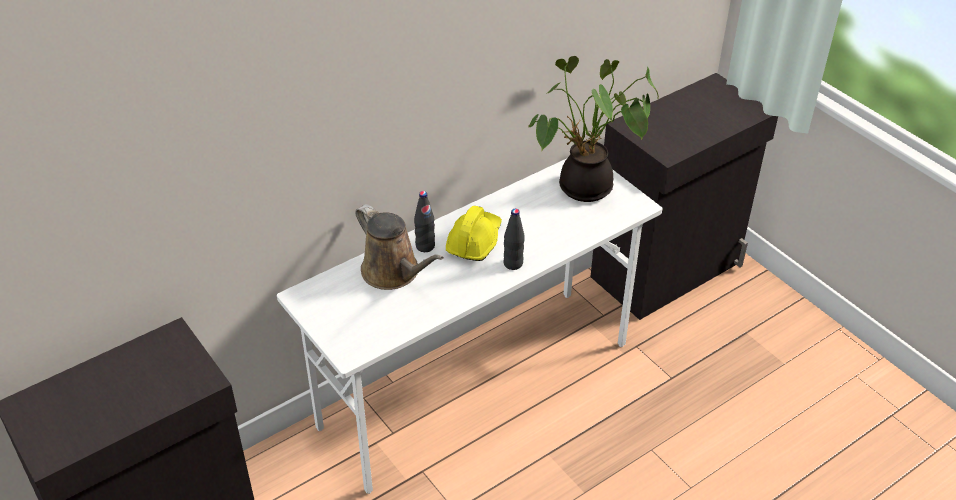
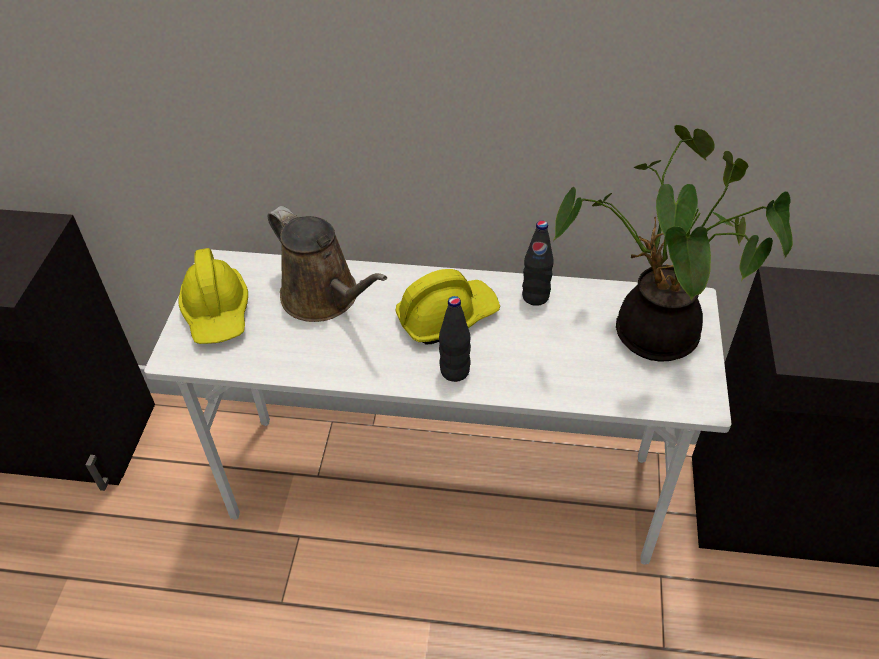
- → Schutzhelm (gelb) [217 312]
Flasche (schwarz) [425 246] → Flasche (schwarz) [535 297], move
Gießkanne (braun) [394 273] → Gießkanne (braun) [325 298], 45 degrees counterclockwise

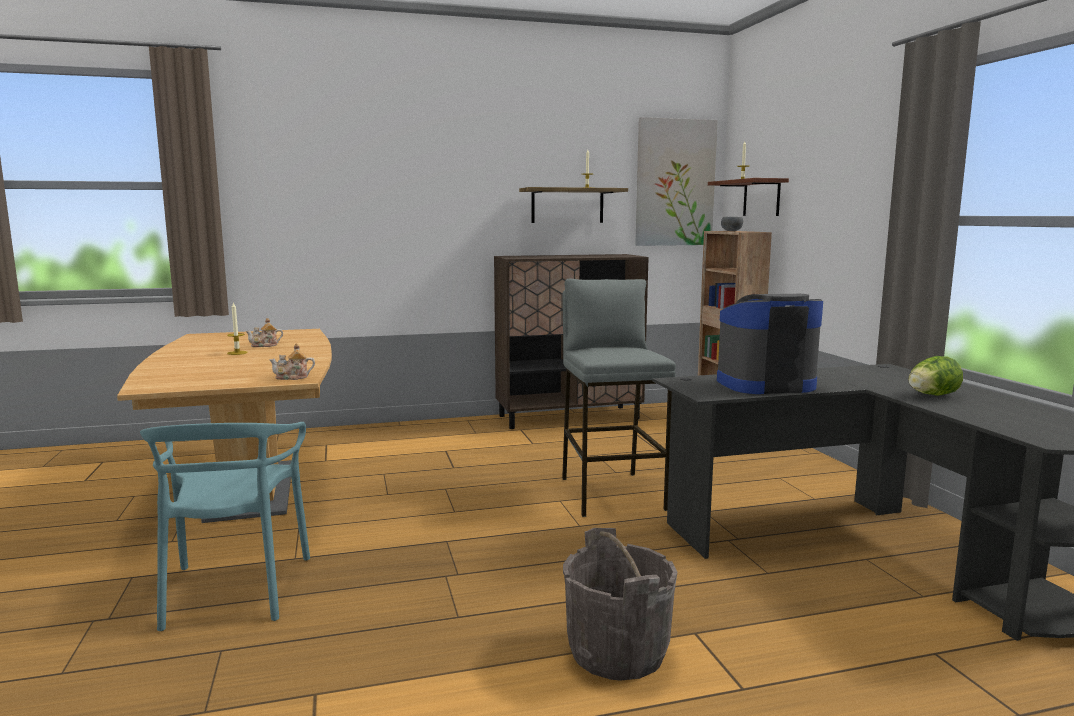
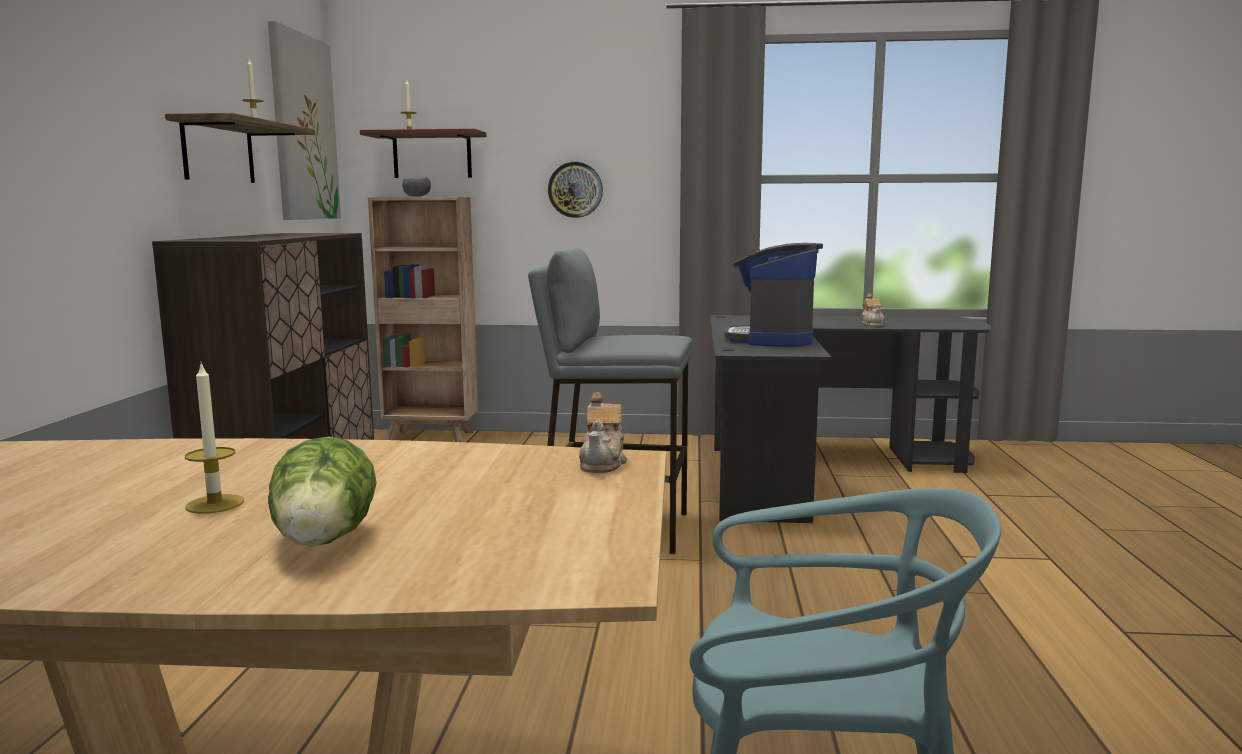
Eimer (grau) [618 652] → -
- → Wanduhr [575 190]
Teekanne [265 345] → Teekanne [872 324], move
Salatkopf [931 395] → Salatkopf [324 543], move

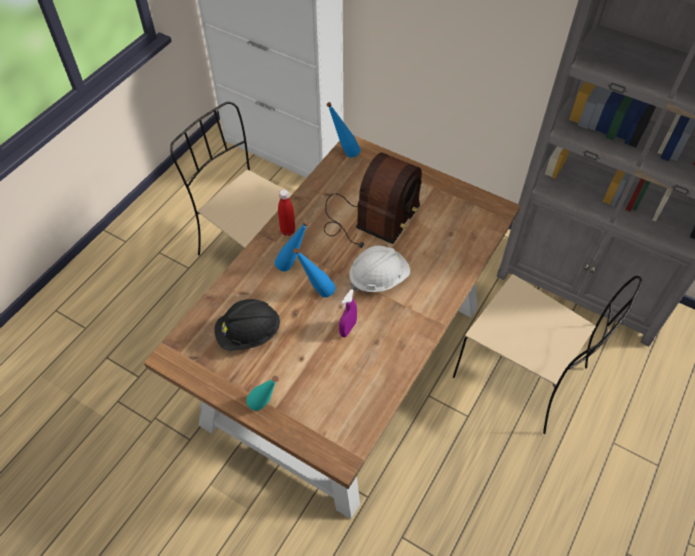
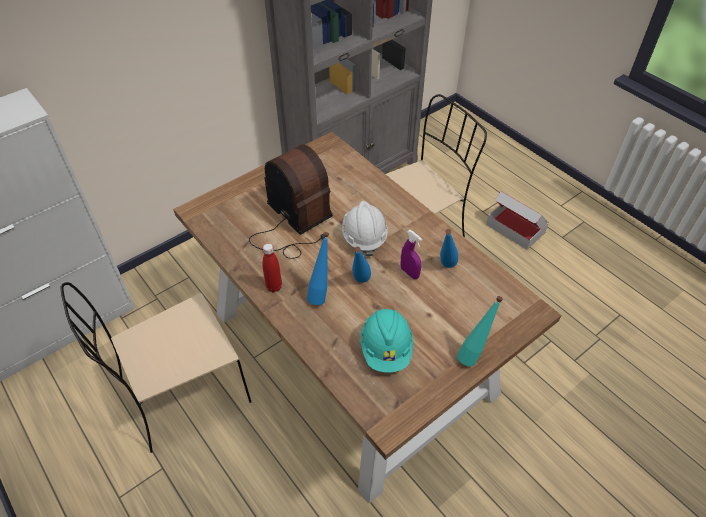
- → Karton [515 228]
Flasche (blau) [344 153] → Flasche (blau) [445 269], move
Schutzhelm (schwarz) [248 334] → Schutzhelm (türkis) [386 349]

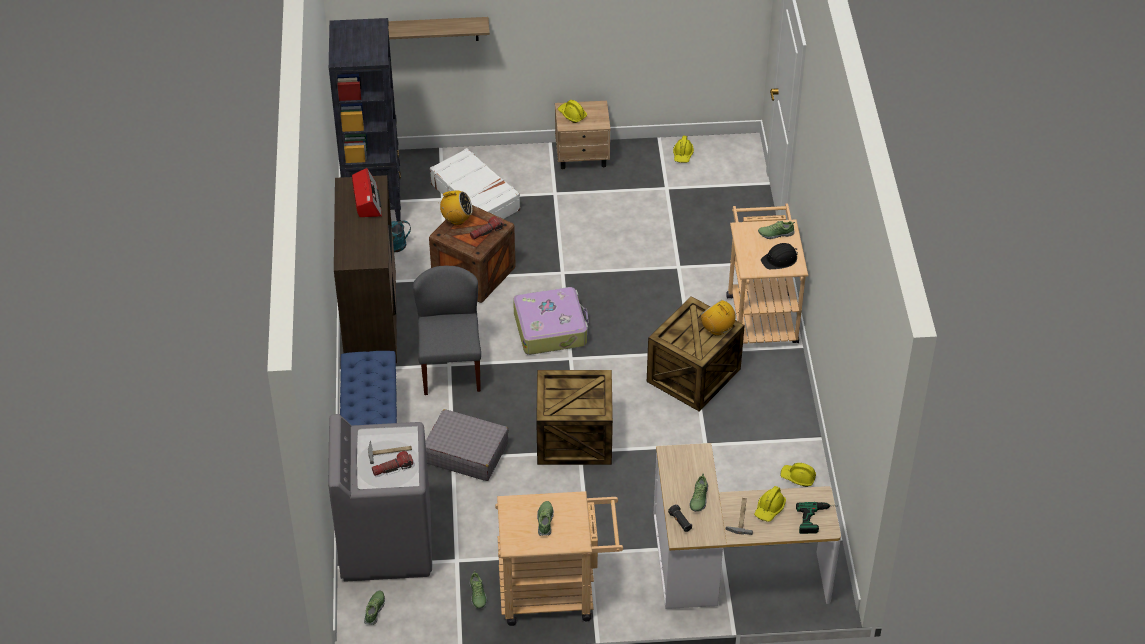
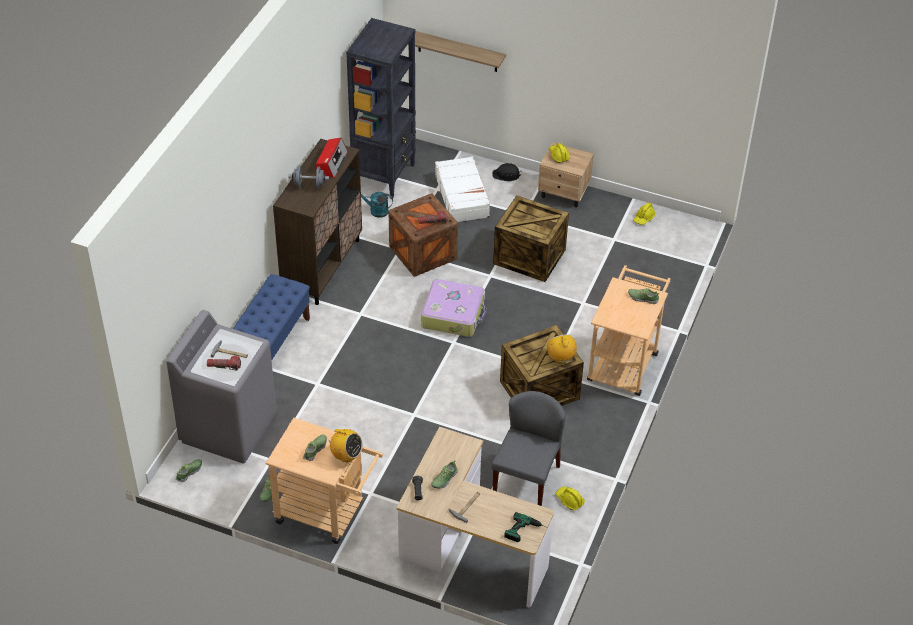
Koffer (grau) [465 453] → -
Schutzhelm (gelb) [769 508] → -
- → Hantel (grau) [309 185]
Stuhl (grau) [450 368] → Stuhl (grau) [526 480], move
Radio [456 219] → Radio [346 456], move
Kiste [574 440] → Kiste [528 257], move
Schutzhelm (schwarz) [780 259] → Schutzhelm (schwarz) [506 175], move

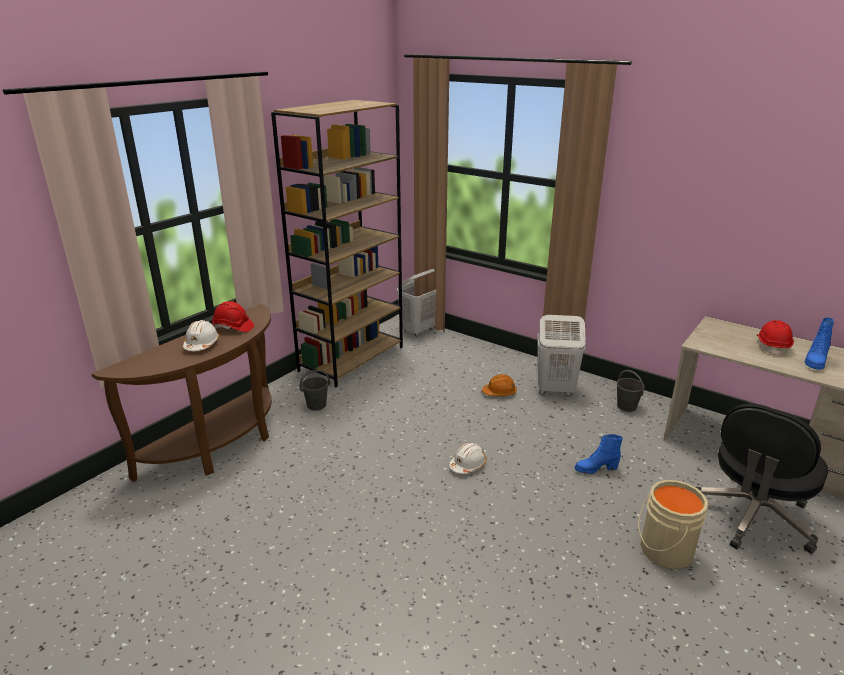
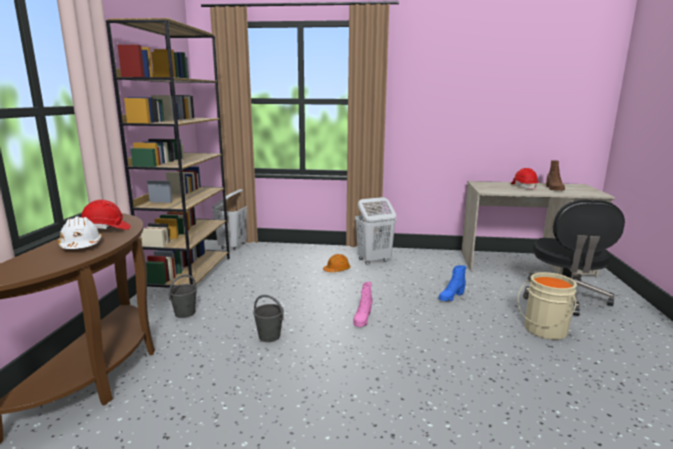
Eimer (grau) [627 406] → Eimer (grau) [269 336], move
Schutzhelm (weiß) [468 465] → Stiefel (rosa) [362 319]
Stiefel (blau) [814 361] → Stiefel (braun) [554 189]

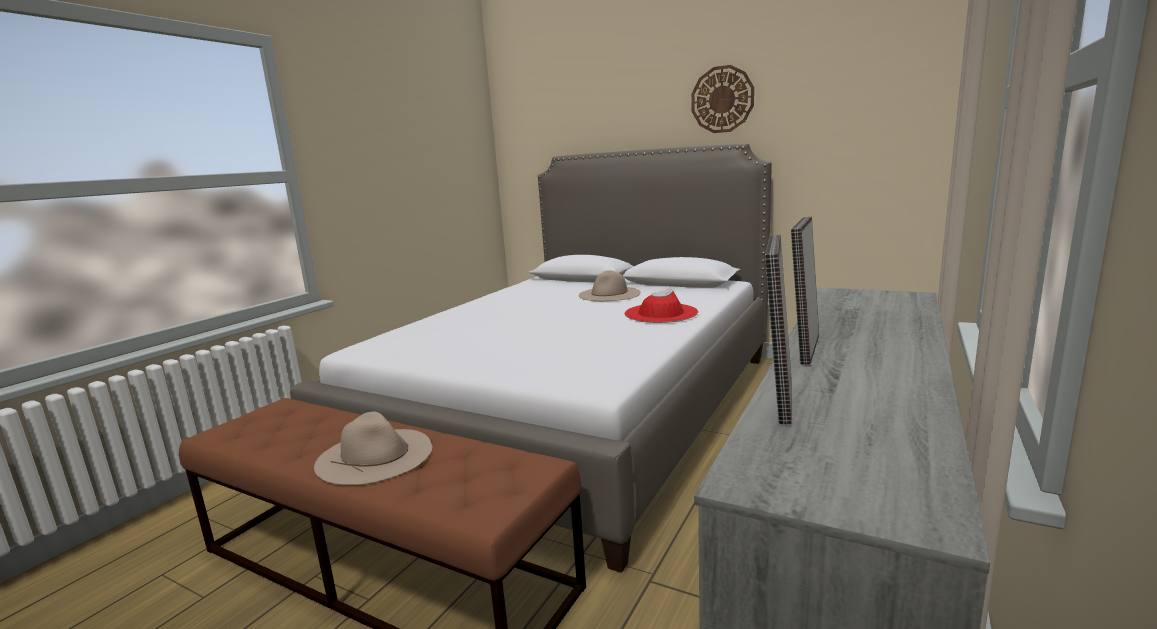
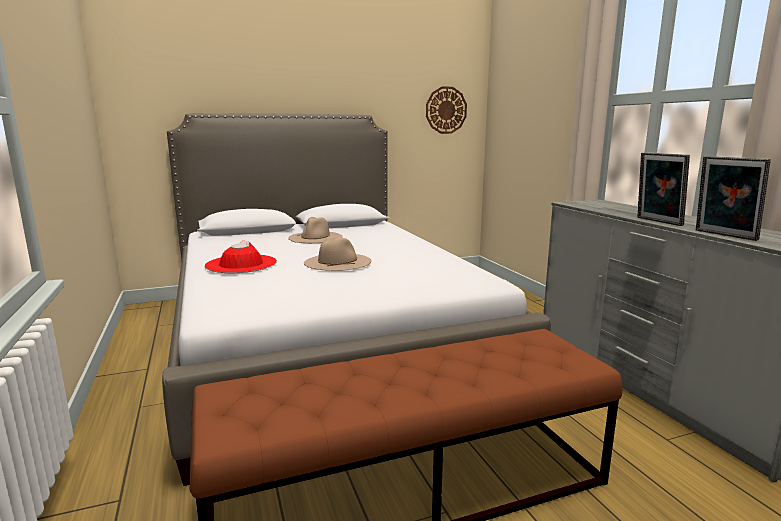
Hut (beige) [375 455] → Hut (beige) [337 262], move
Hut (rot) [660 313] → Hut (rot) [241 264], move
Wanduhr [722 99] → Wanduhr [446 110], move

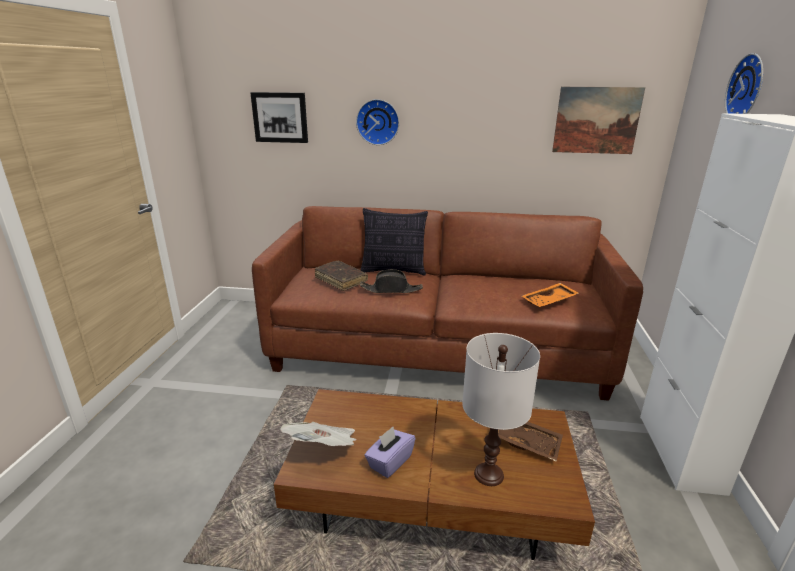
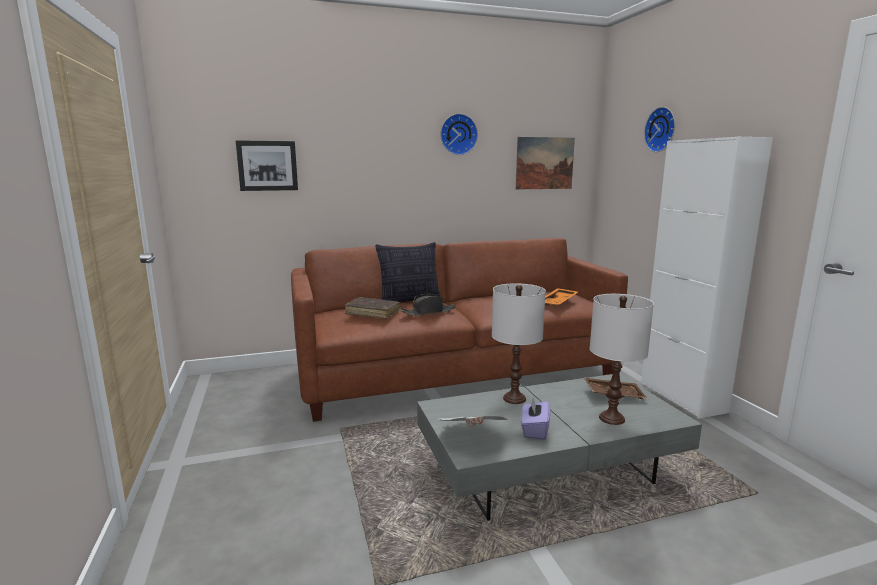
- → Tischlampe (weiß) [514 398]
Wanduhr [378 122] → Wanduhr [458 134], move
Couchtisch (braun) [431 499] → Couchtisch (grau) [549 471]

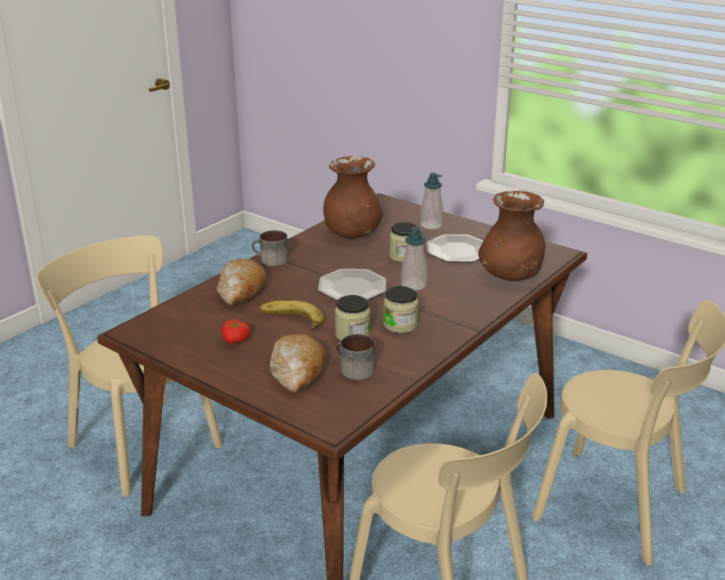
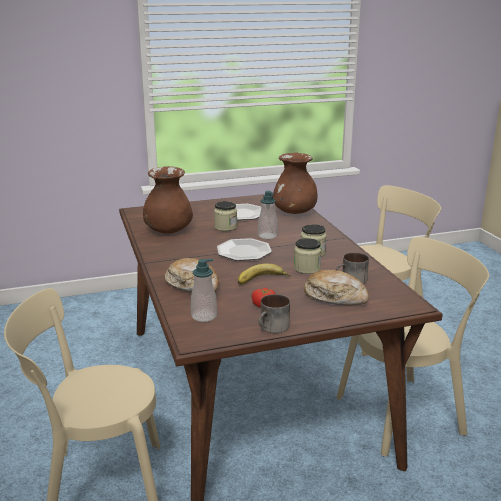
Henkelbecher [270 260] → Henkelbecher [273 328], move
Seifenspender [431 225] → Seifenspender [204 316], move

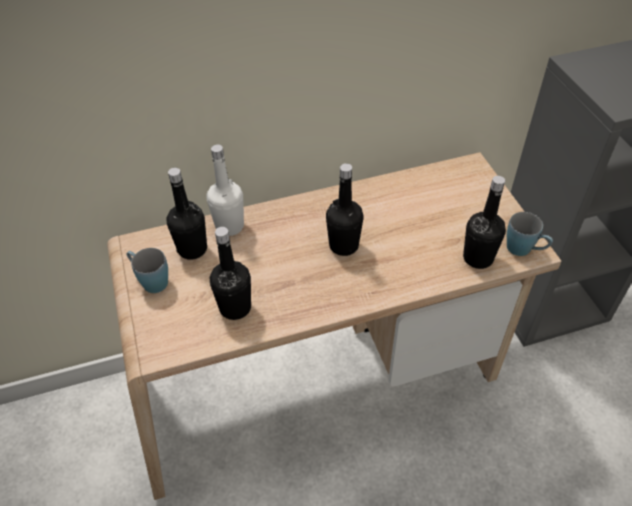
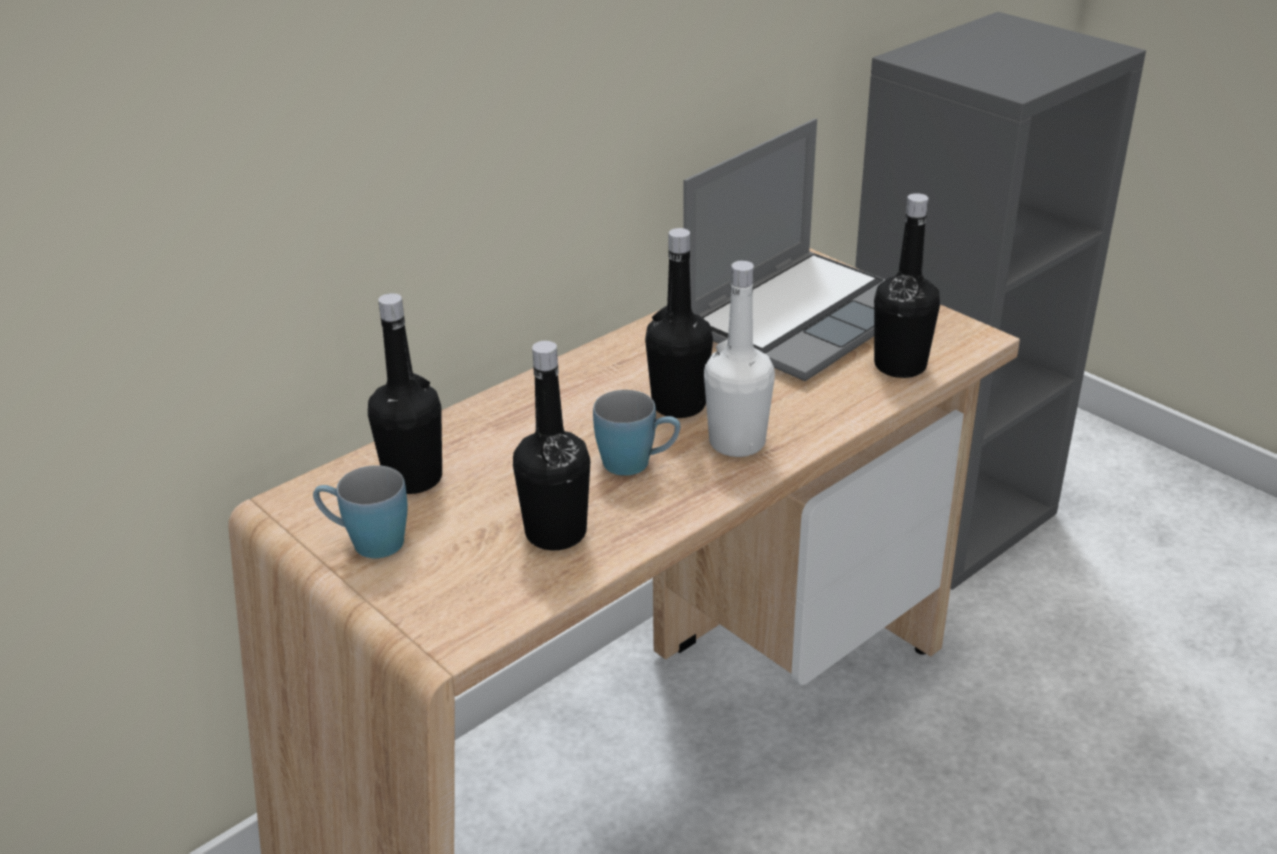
- → Laptop [802 317]
Flasche (weiß) [229 226] → Flasche (weiß) [737 442], move
Henkelbecher (blau) [524 250] → Henkelbecher (blau) [637 463], move

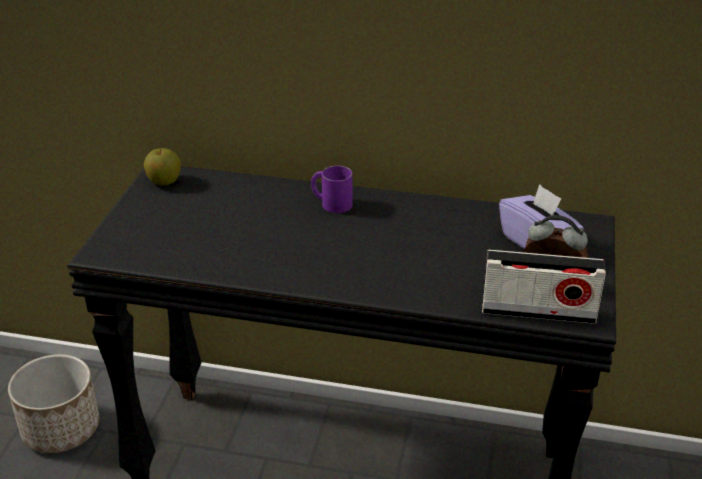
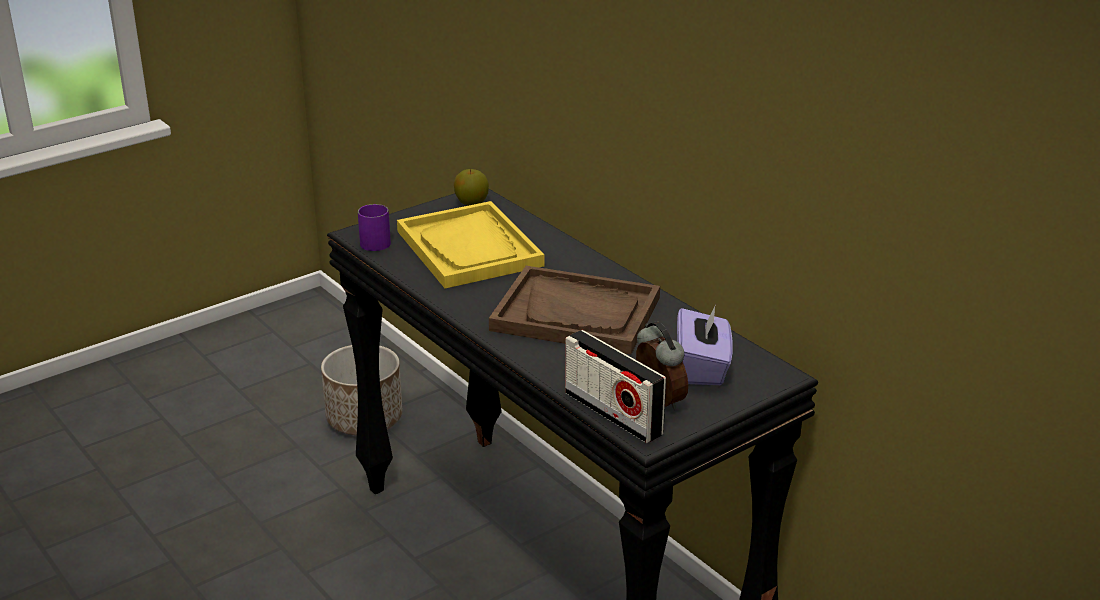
- → Tablett (gelb) [469 248]
- → Tablett (braun) [576 314]
Henkelbecher (lila) [331 203] → Henkelbecher (lila) [373 241], move

